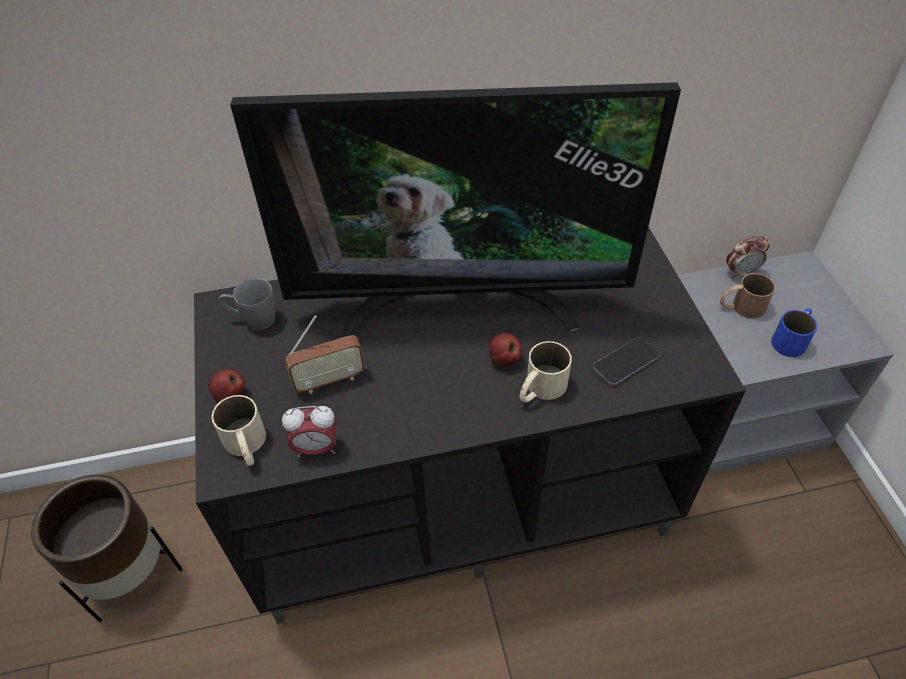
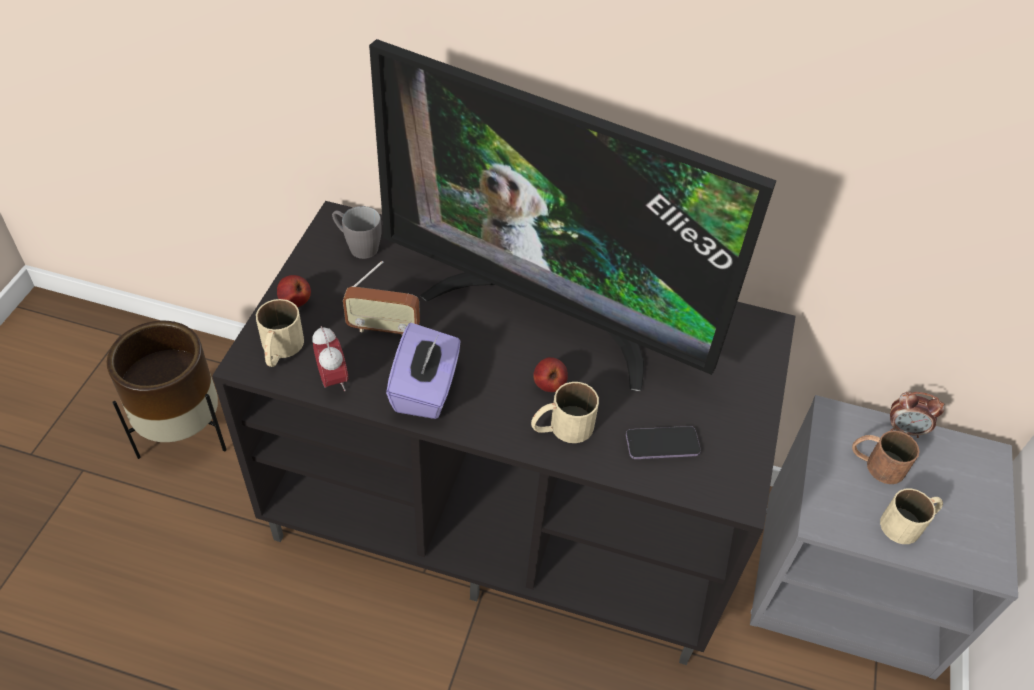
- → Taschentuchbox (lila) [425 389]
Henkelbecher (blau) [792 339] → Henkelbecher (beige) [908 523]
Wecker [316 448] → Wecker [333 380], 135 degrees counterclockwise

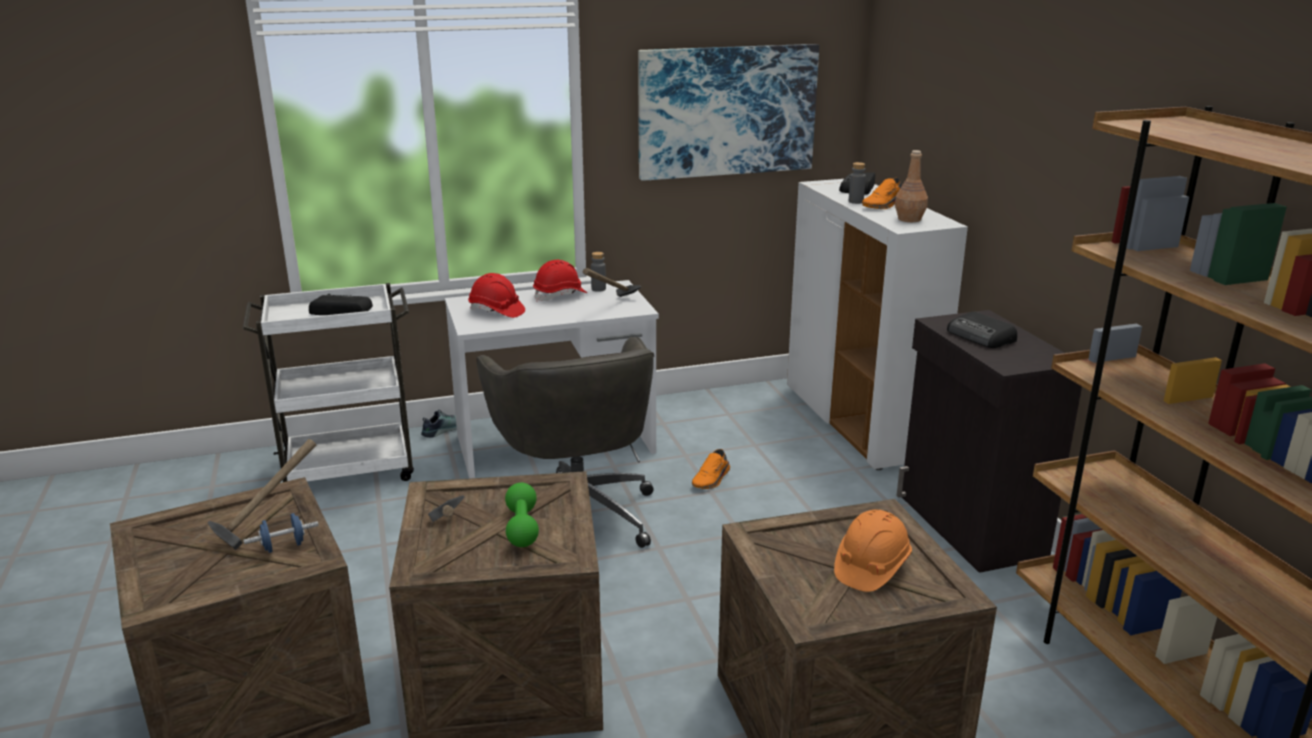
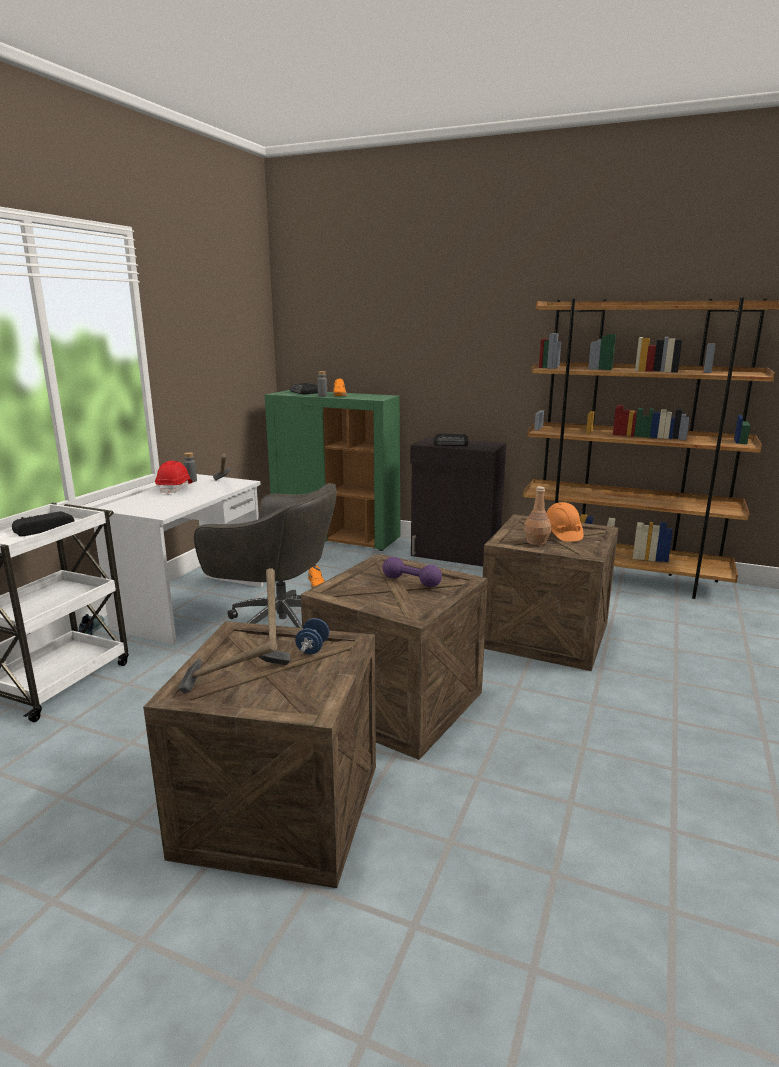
Schutzhelm (rot) [496 311] → -
Bild [727 111] → -
Hammer [451 541] → Hammer [227 696], move
Flasche (braun) [909 219] → Flasche (braun) [536 542], move
Hantel (grün) [522 527] → Hantel (lila) [411 582]
Schrank (weiß) [858 423] → Schrank (grün) [337 537]

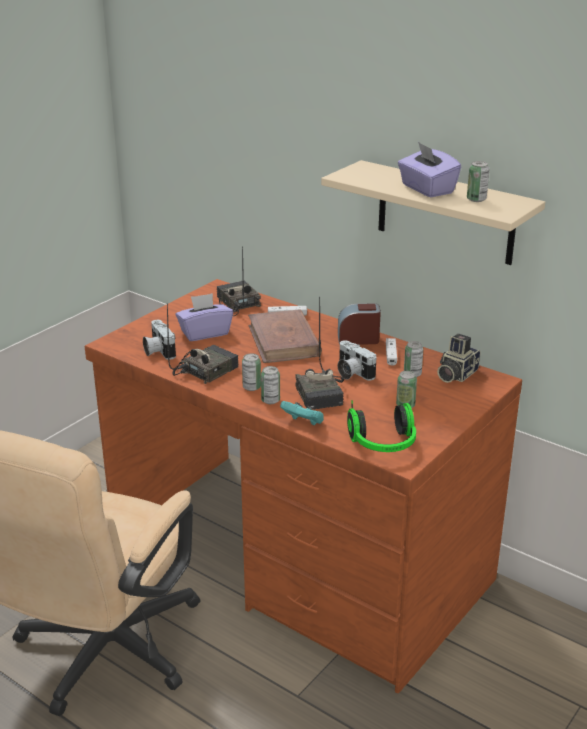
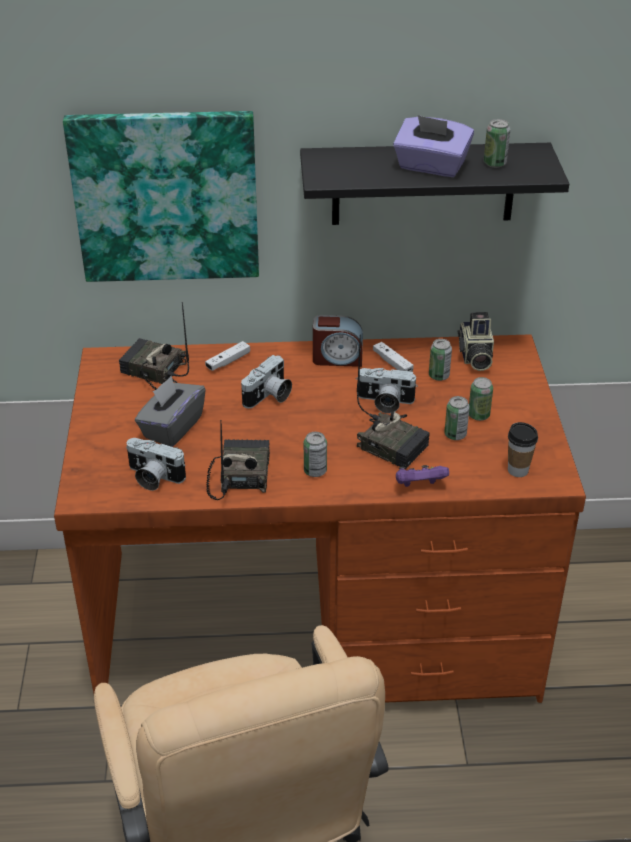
- → Bild [166 196]
Dose [270 400] → Dose [455 434], move
Buch (braun) [283 341] → Kamera [269 396]
Kopfhörer [383 445] → Tasse [518 470]
Taschentuchbox (lila) [204 333] → Taschentuchbox (grau) [172 427]
Gamepad (türkis) [303 423] → Gamepad (lila) [419 486]
Wandregal (beige) [445 213] → Wandregal (schwarz) [423 184]
Wecker [358 339] → Wecker [337 358], 135 degrees counterclockwise

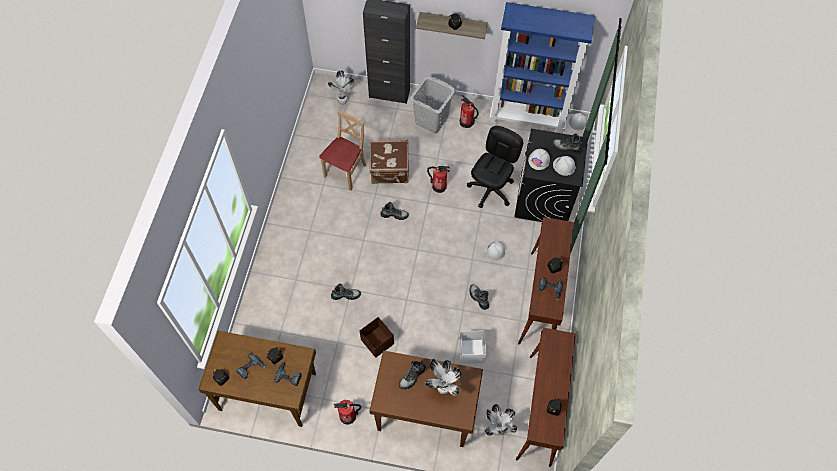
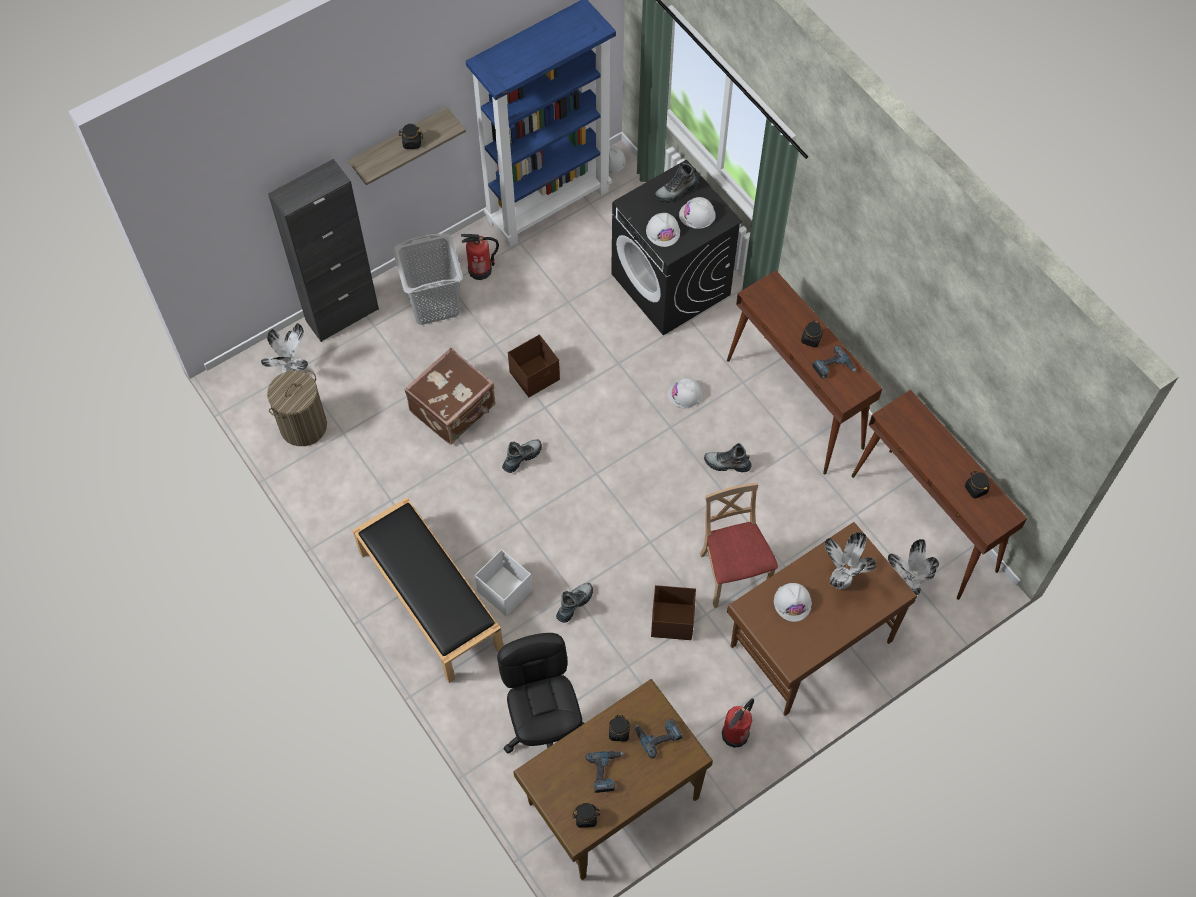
- → Wäschekorb [303 426]
- → Bank (schwarz) [429 599]
Stuhl (beige) [346 171] → Stuhl (beige) [732 574], move
Aufbewahrungsbox (weiß) [471 351] → Aufbewahrungsbox (weiß) [504 590], move
Bürostuhl (schwarz) [491 190] → Bürostuhl (schwarz) [544 726], move
Stiefel [412 377] → Schutzhelm (weiß) [792 602]
Feuerlöscher [439 186] → Aufbewahrungsbox (braun) [535 376]

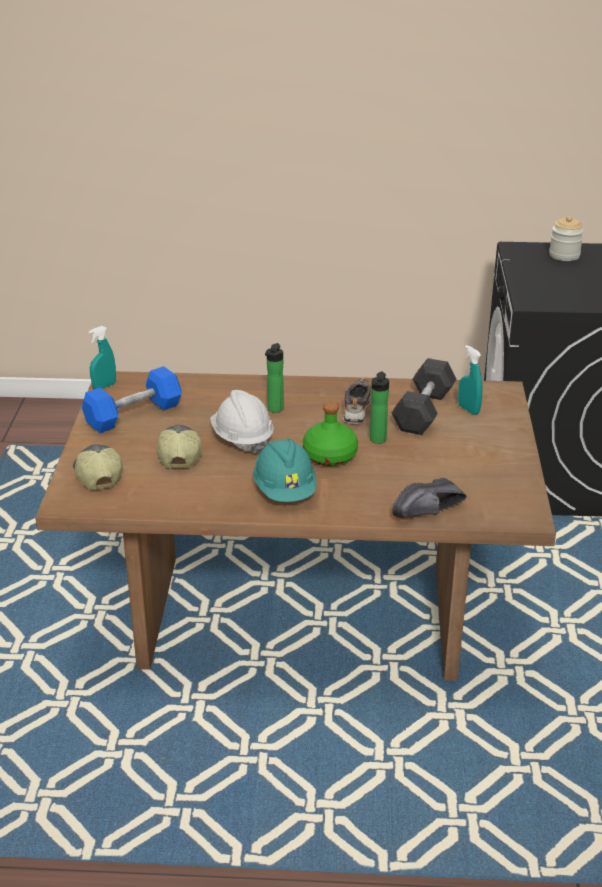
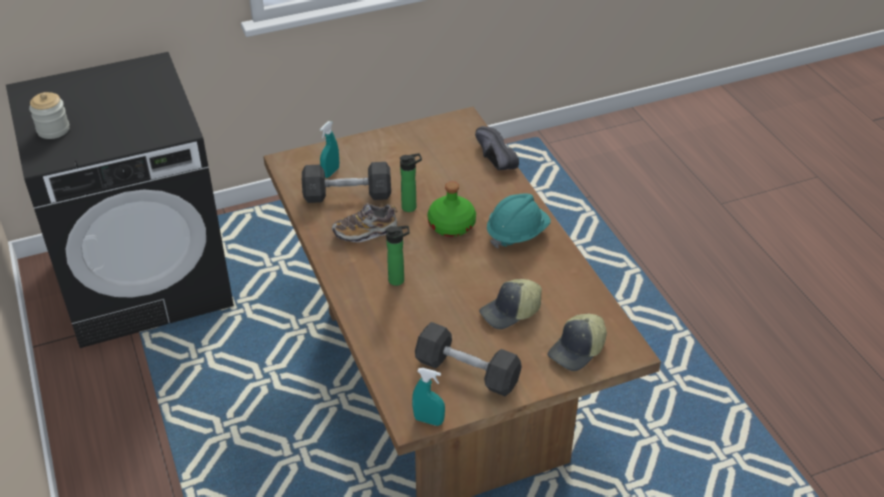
Schutzhelm (weiß) [242 439] → -
Hantel (blau) [133 415] → Hantel (grau) [467 371]
Schuh (schwarz) [430 513] → Schuh (schwarz) [491 159], 150 degrees counterclockwise

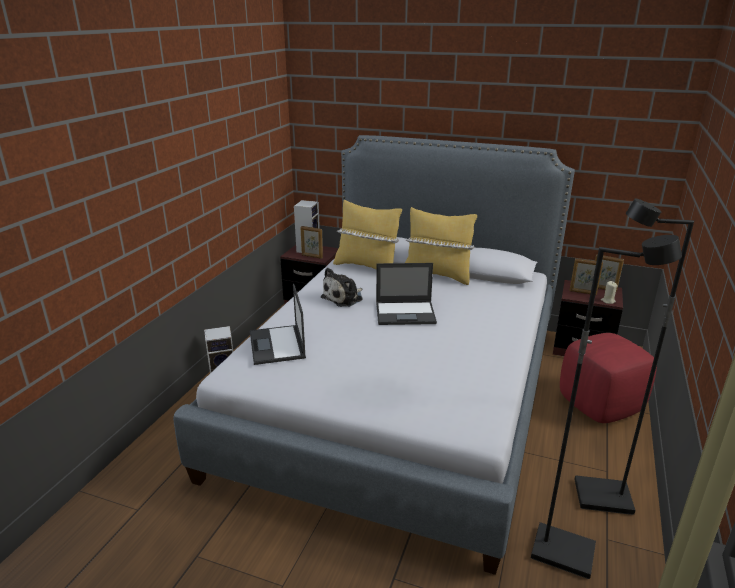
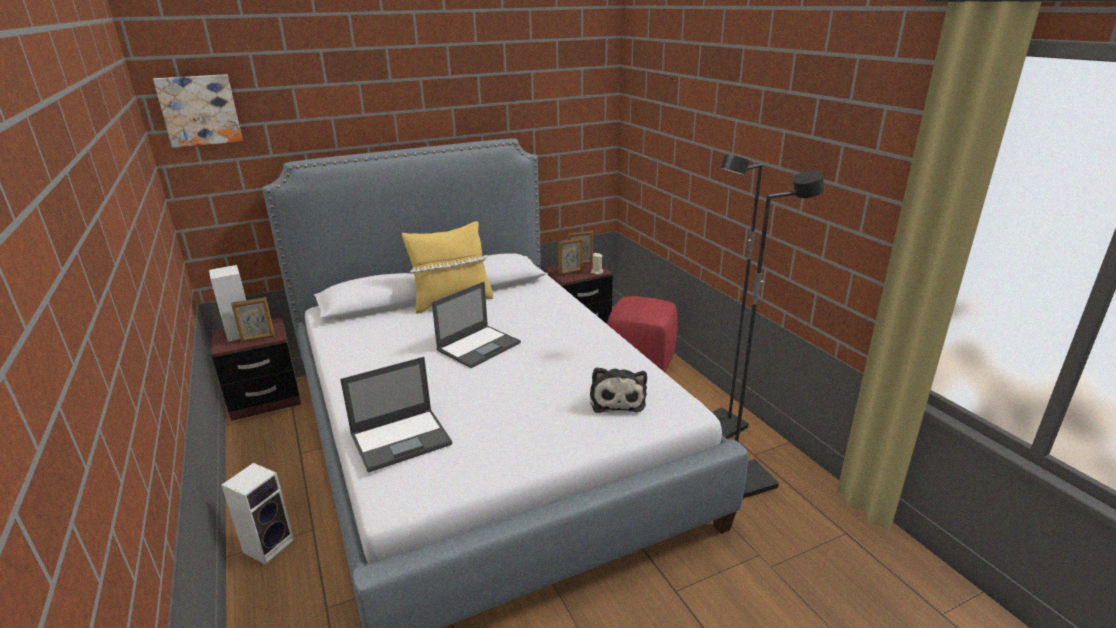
Kissen (gelb) [367 267] → -
- → Bild [200 110]
Plüschtier [344 298] → Plüschtier [617 399], move
Laptop [277 345] → Laptop [402 439], 60 degrees counterclockwise

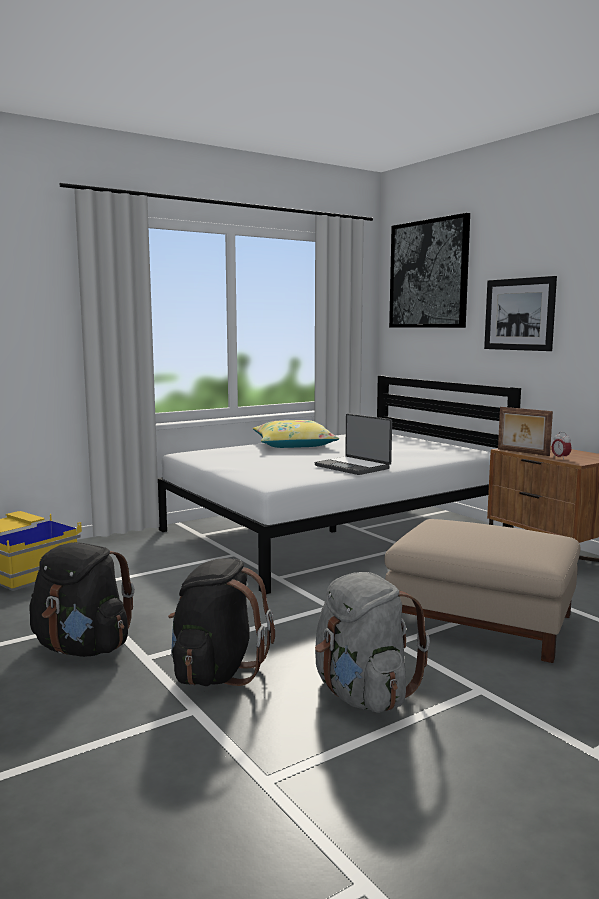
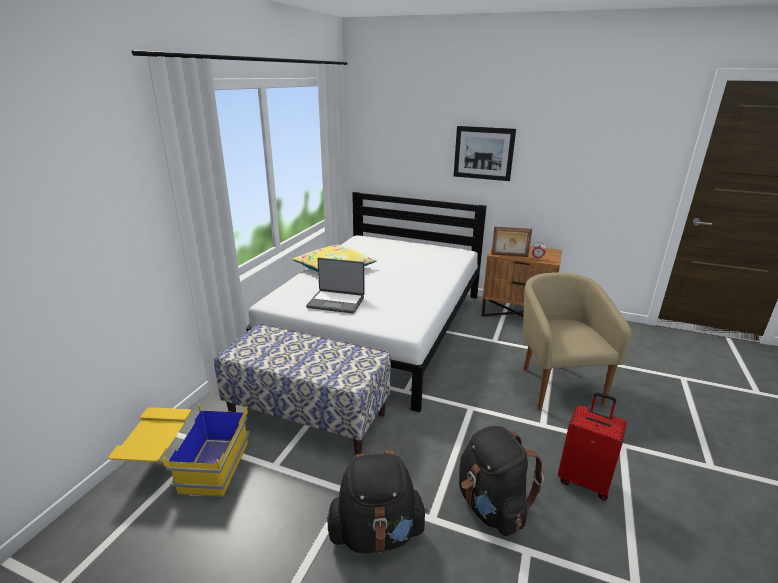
Bild [428 274] → -
- → Bank [308 414]
Laptop [353 467] → Laptop [336 302], move
Rucksack (grau) [362 695] → Koffer (rot) [584 480]
Polsterhocker (beige) [482 621] → Sessel (beige) [556 385]

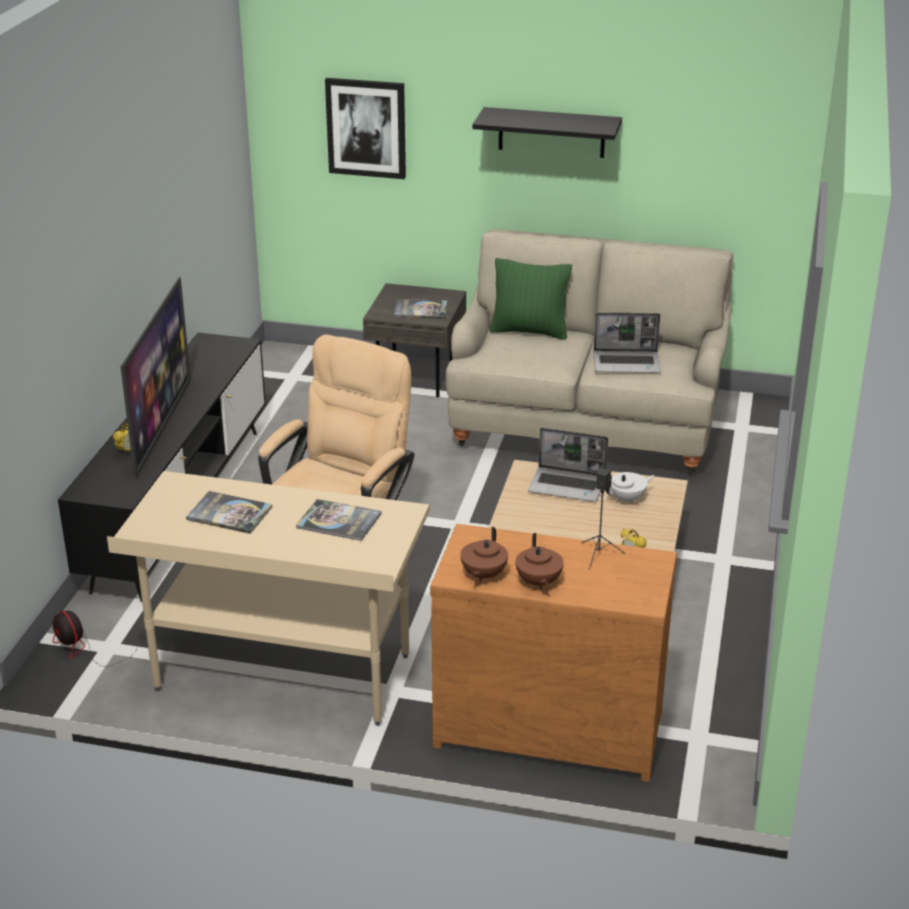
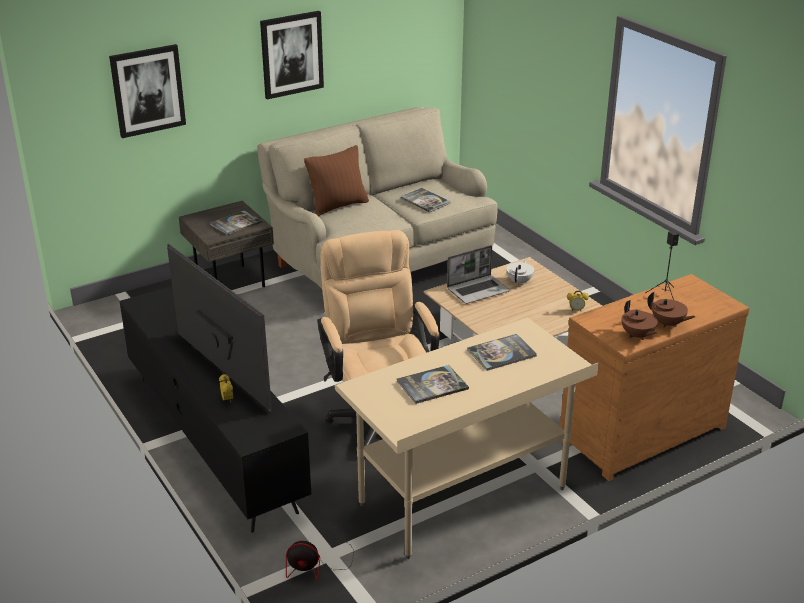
Wandregal (schwarz) [551 132] → Bild [291 54]
Laptop [627 363] → Buch [425 201]
Kissen (grün) [529 331] → Kissen (braun) [338 206]

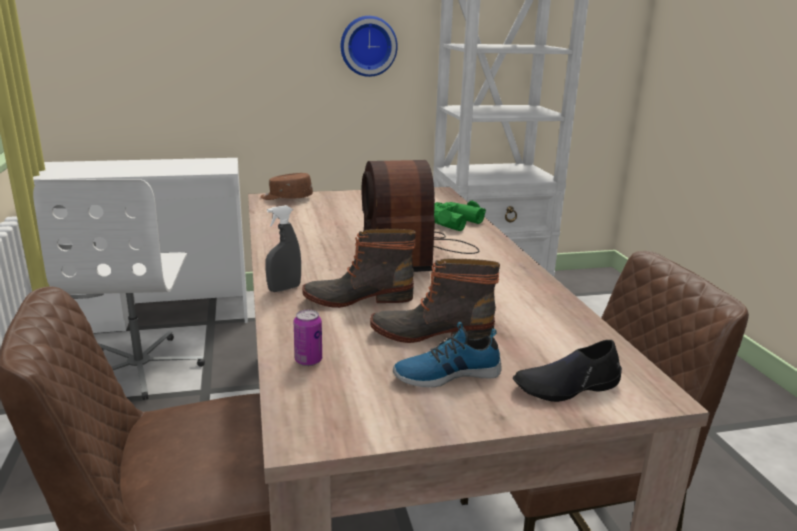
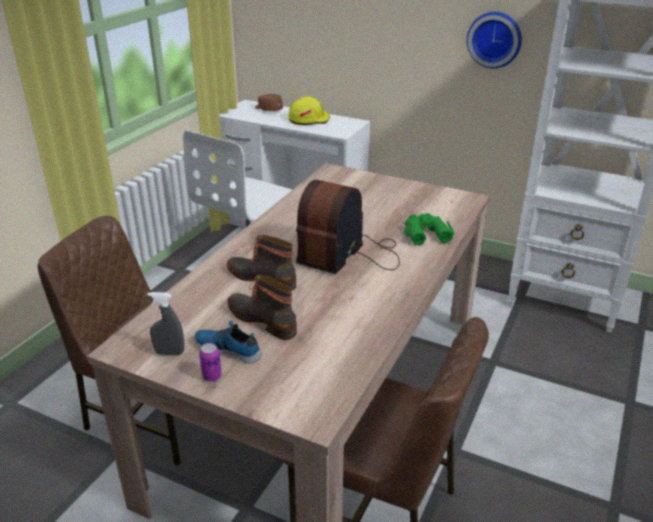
Schuh (schwarz) [566 387] → -
- → Schutzhelm (gelb) [309 119]
Kappe (braun) [286 198] → Kappe (braun) [268 109], move
Sprühflasche (grau) [284 289] → Sprühflasche (grau) [169 352], move
Dose [308 360] → Dose [212 376], move

